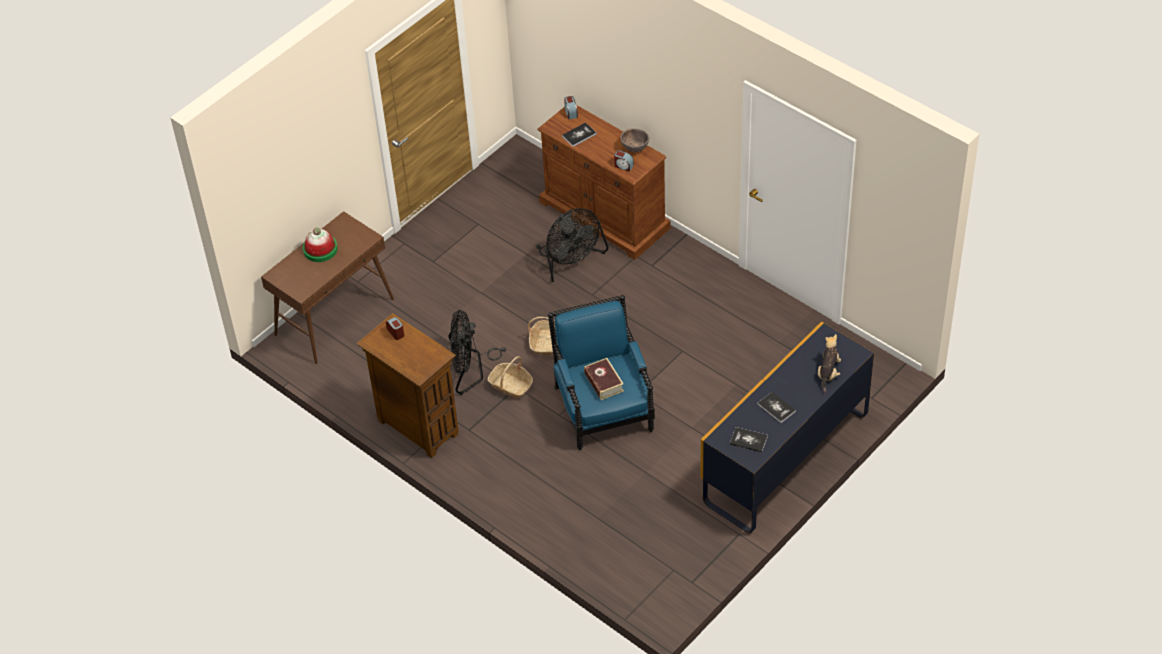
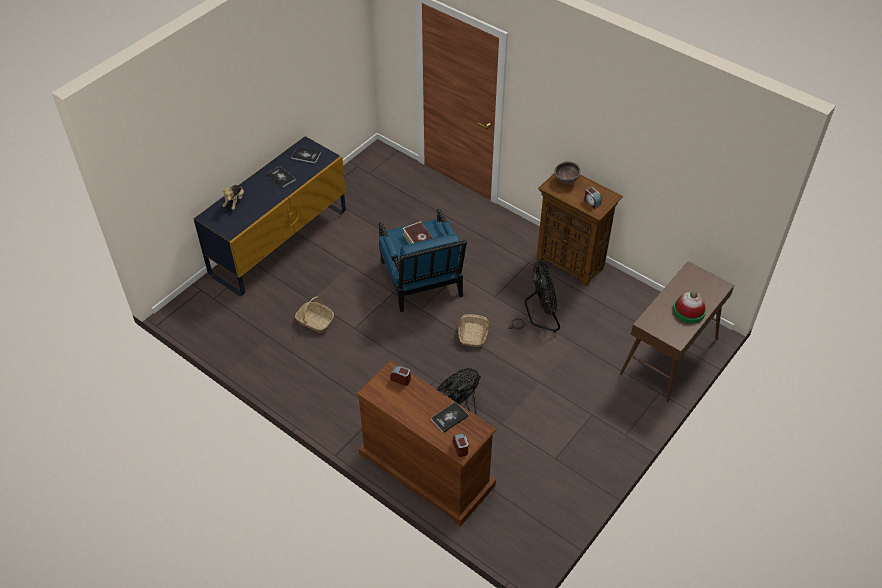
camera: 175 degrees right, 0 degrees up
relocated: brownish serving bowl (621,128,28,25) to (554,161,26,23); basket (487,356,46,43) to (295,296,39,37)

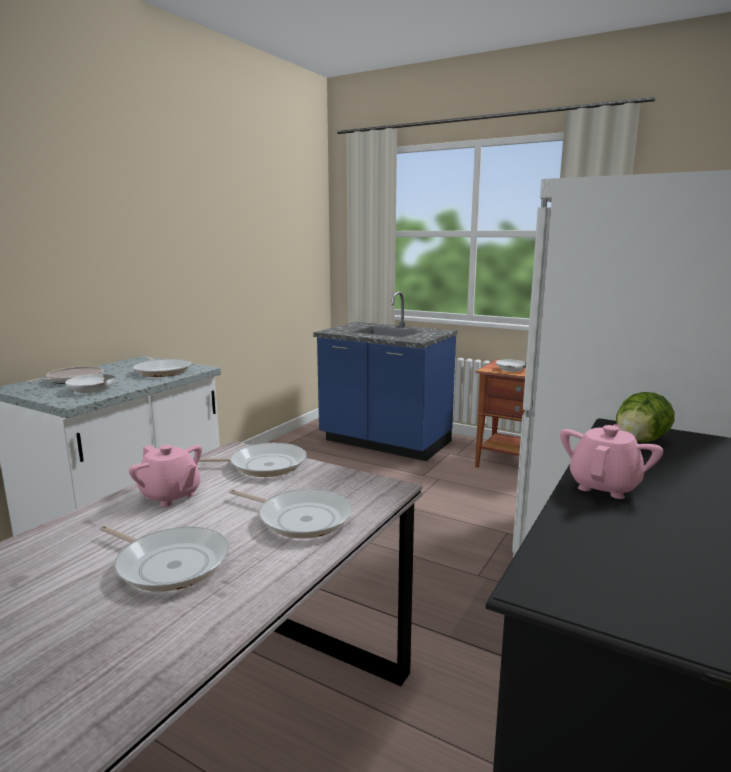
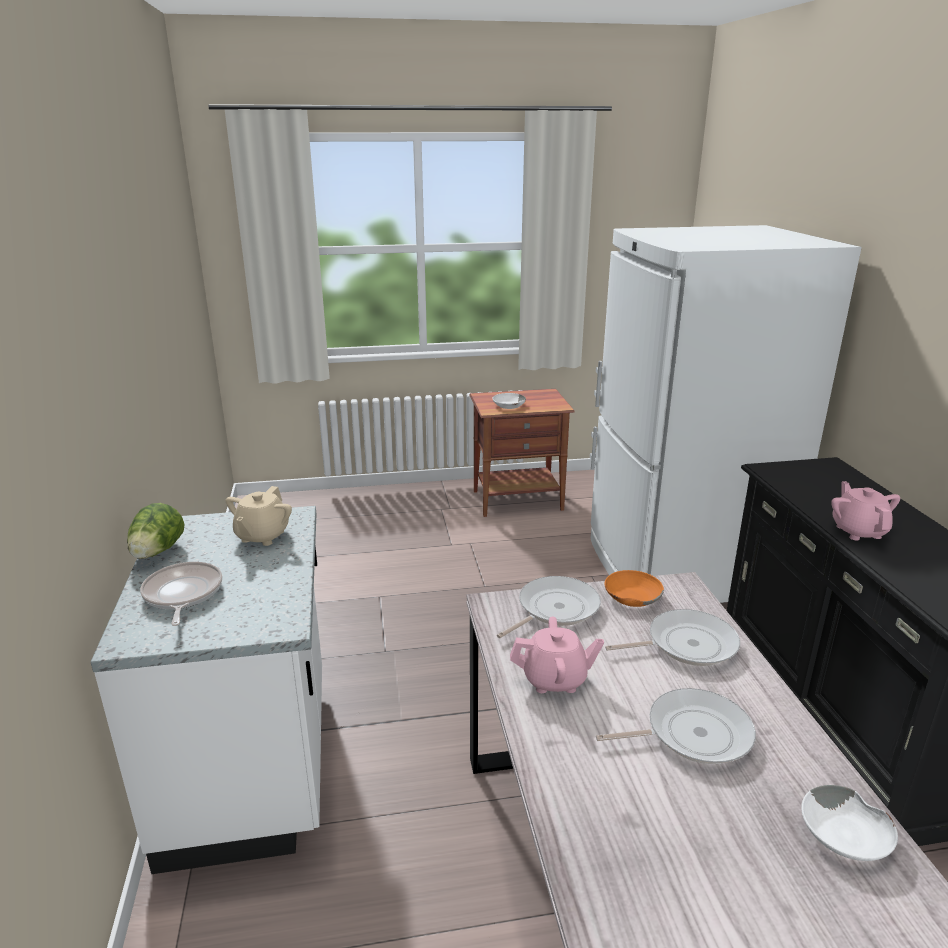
camera: 40 degrees left, 10 degrees up
missing: blue-coloured kitchen counter (313,291,145,170)
appeared: orange-coloured serving bowl (604,570,60,37)
relocated: white serving bowl (65,374,51,19) to (801,785,97,76); lettuce head (616,392,59,50) to (127,503,58,56)
exchanged: pan (133,356,58,21) to sand-coloured tea pot (226,486,66,60)

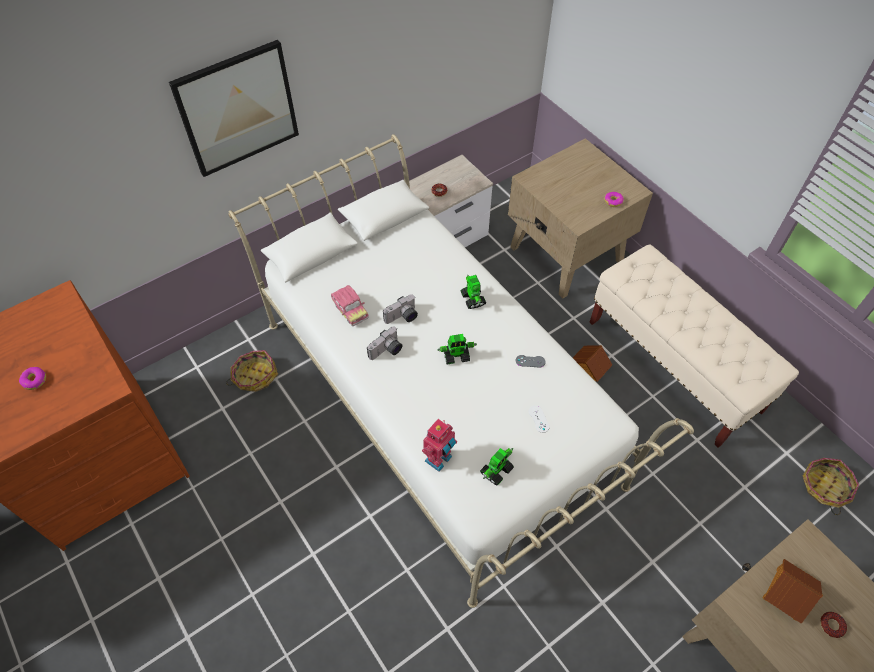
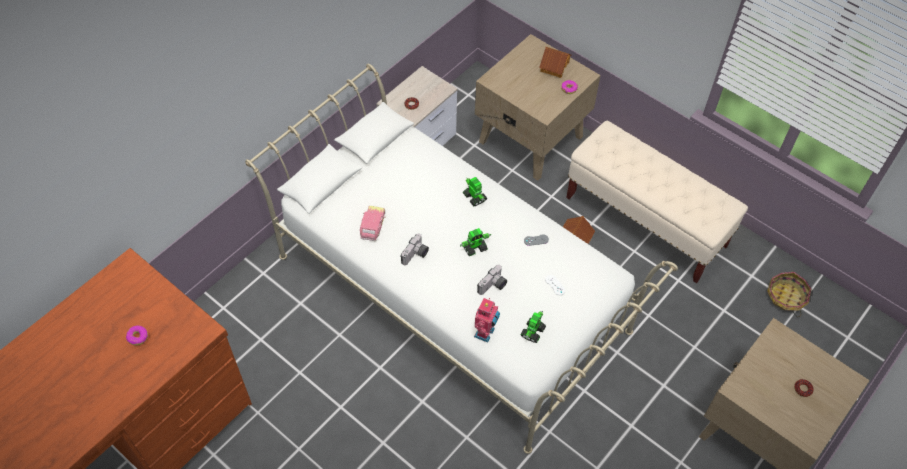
camera: 15 degrees left, 0 degrees up
missing: wall picture (169,40,130,137); basket (226,350,52,42)
relocated: photo camera (383,294,35,30) to (477,265,30,30); toy house (763,559,60,65) to (539,47,32,31)
spun: model car (331,285,38,41) = (360,206,26,35) 120 degrees counterclockwise

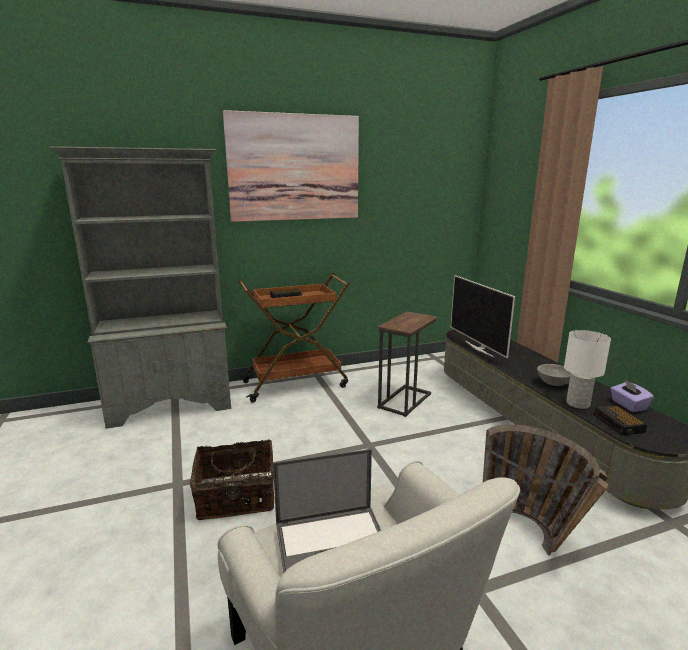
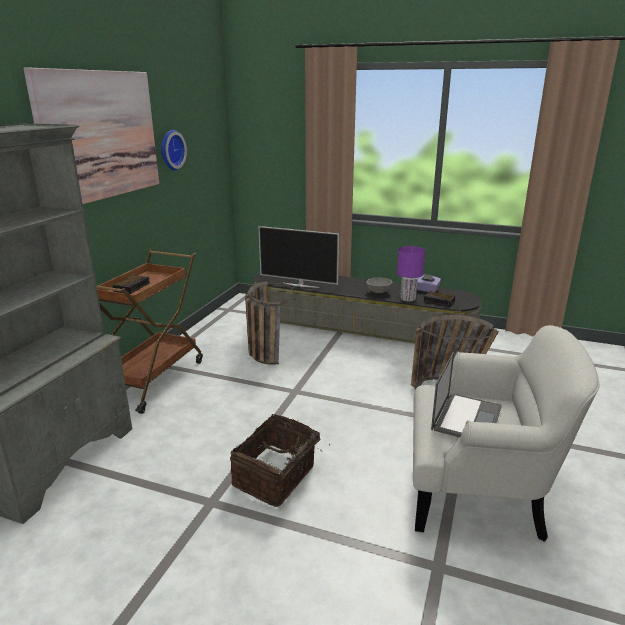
camera: 50 degrees left, 5 degrees up
appeared: clock on the wall (161,130,26,40)
exchanged: brownish side table (377,312,60,105) to basket (245,281,50,84)
colour: white lamp for a table (564,330,47,79) to purple-coloured lamp for a table (397,246,28,56)

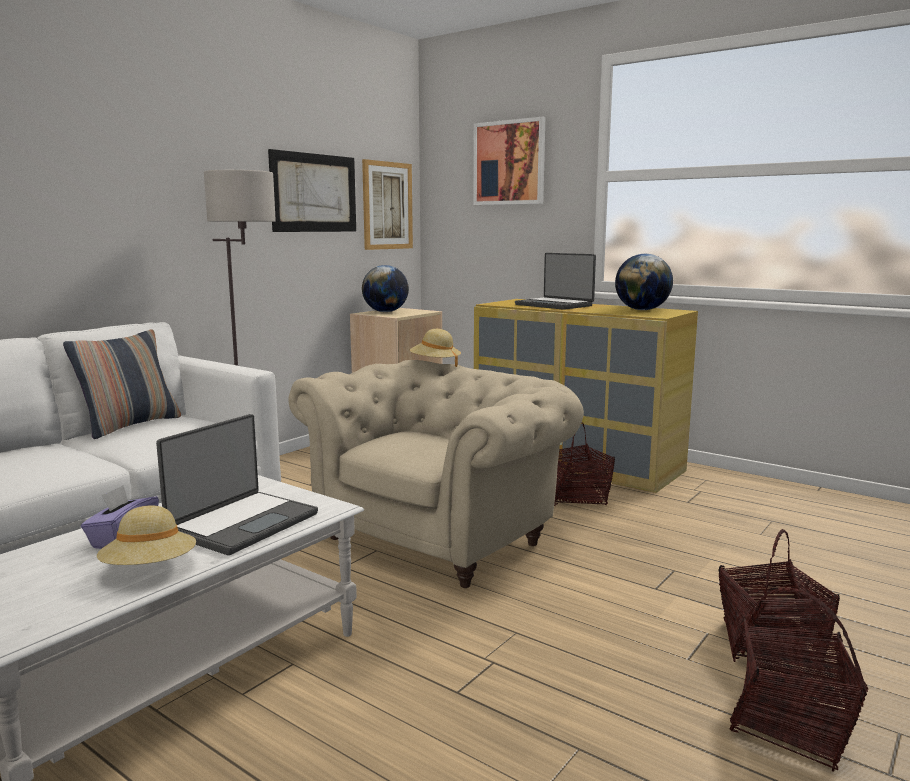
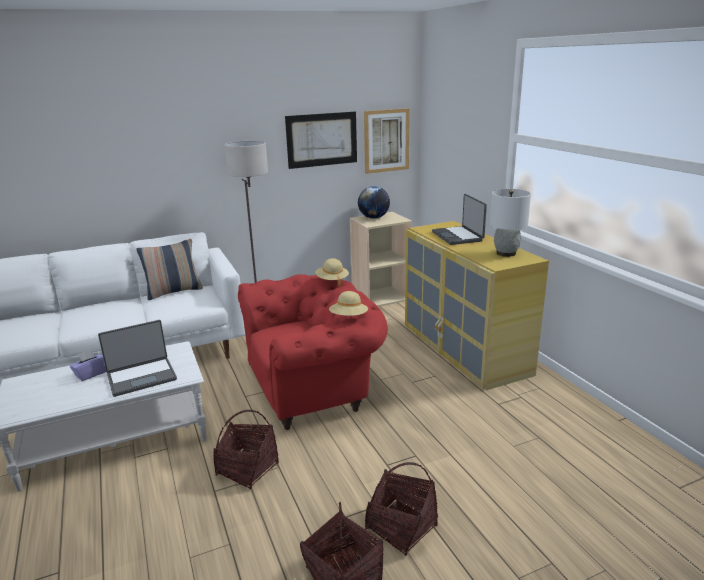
camera: 30 degrees right, 10 degrees up
missing: wall picture (473,117,72,88)
relocated: basket (554,422,61,85) to (213,410,66,79); sand-coloured clothing hat (97,505,99,60) to (329,291,39,25)
exchanged: globe (615,254,58,56) to white lamp for a table (490,189,41,68)
colour: sand-coloured easy chair (288,360,296,228) to red-coloured easy chair (238,274,150,156)

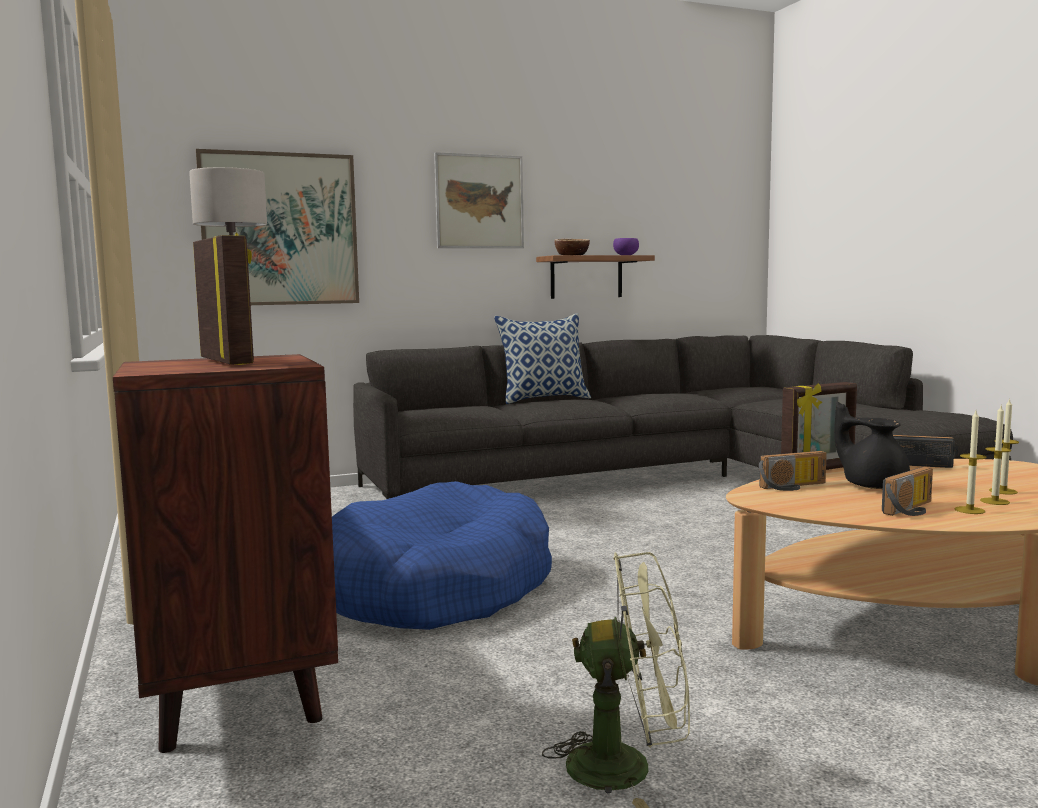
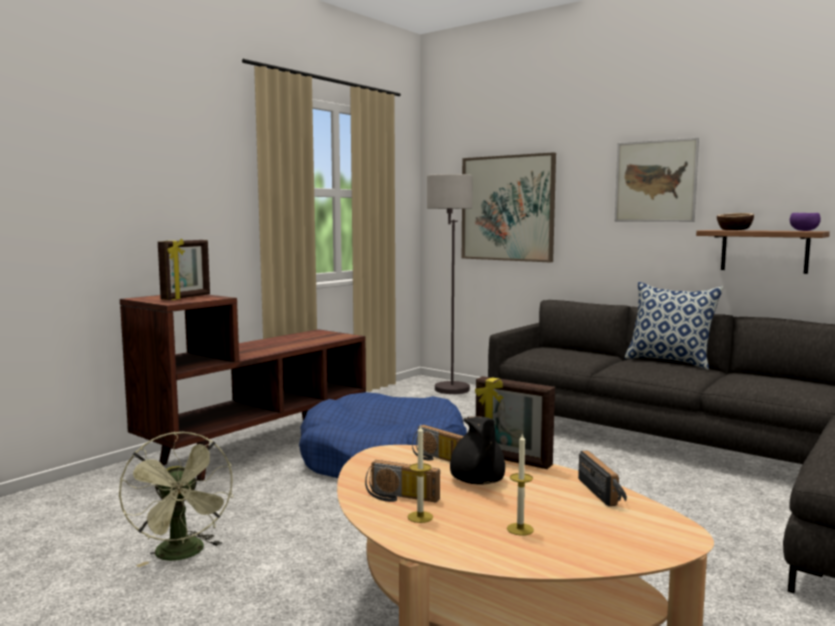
camera: 60 degrees right, 0 degrees up
missing: candle (980,406,31,99)
spun: black tea pot (834,402,76,87) = (450,416,55,69) 150 degrees clockwise

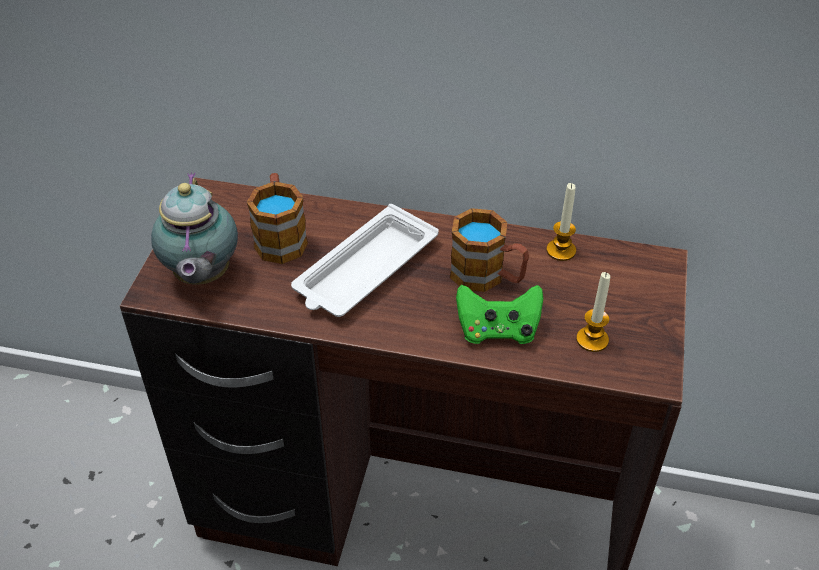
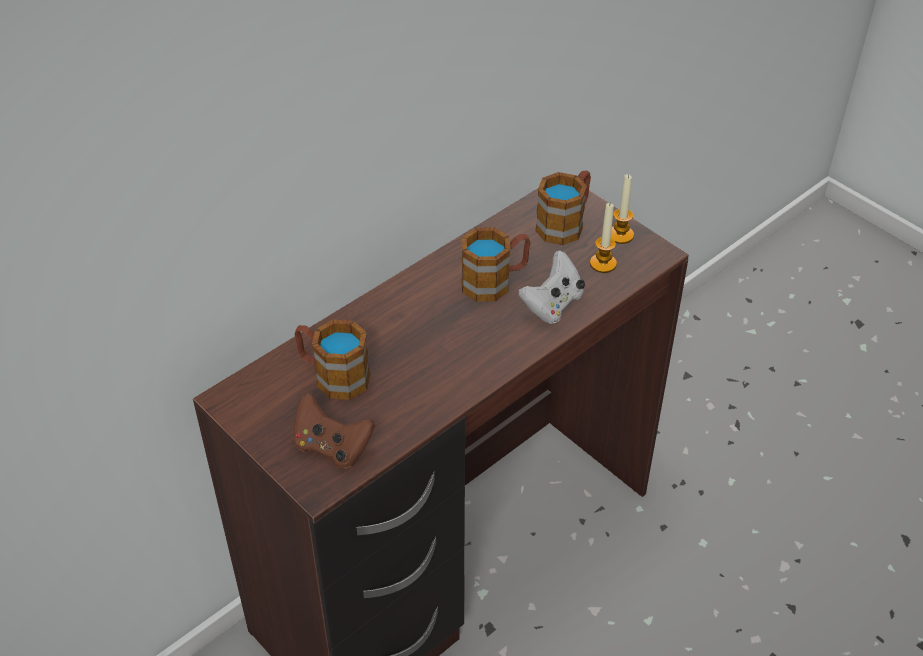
camera: 55 degrees left, 0 degrees up
missing: white tray (291,204,148,113)
appeared: tea mug (535,170,56,75)
relocated: candle (547,183,29,78) to (611,174,23,70)
exchanged: tea pot (151,172,87,113) to brownish gamepad (294,393,81,76)
colour: green-coloured gamepad (456,285,87,59) to white gamepad (518,250,67,74)

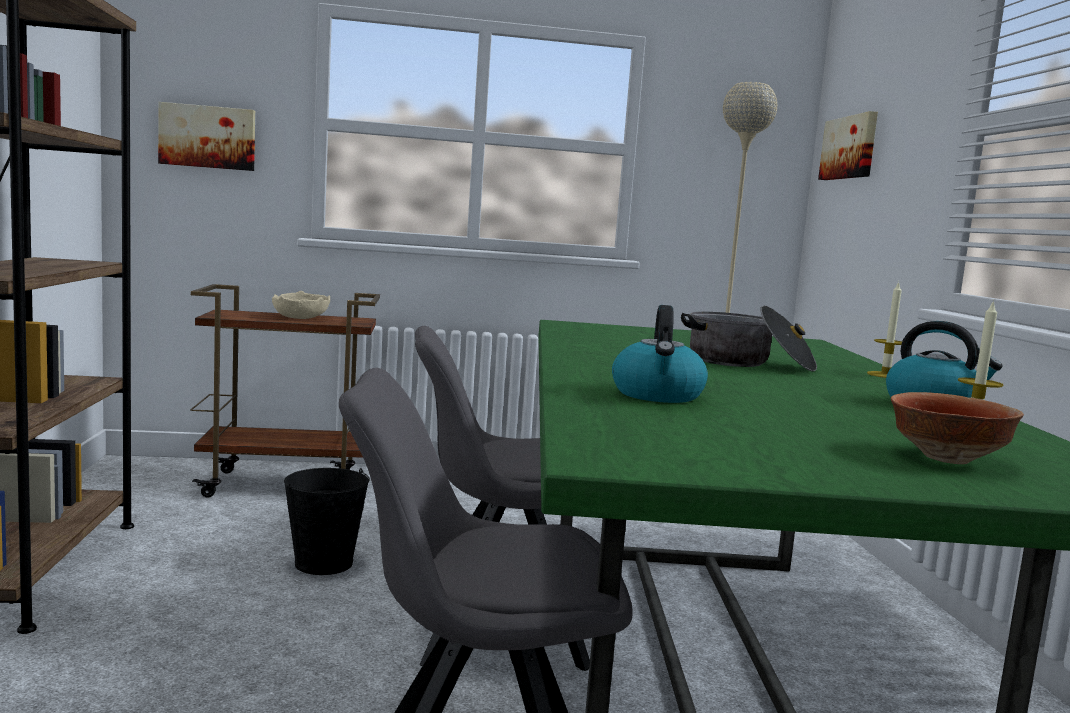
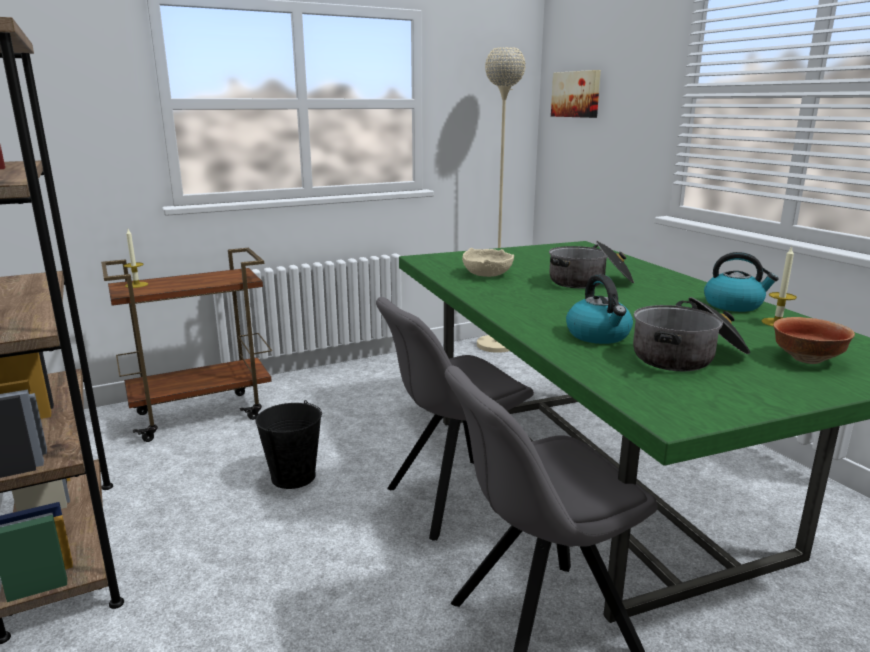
camera: 20 degrees left, 10 degrees up
missing: wall picture (158,102,97,69)
appeared: saucepot (633,297,117,74)
relocated: candle (867,281,35,97) to (124,229,24,59); sand-coloured serving bowl (272,291,58,28) to (462,248,52,29)

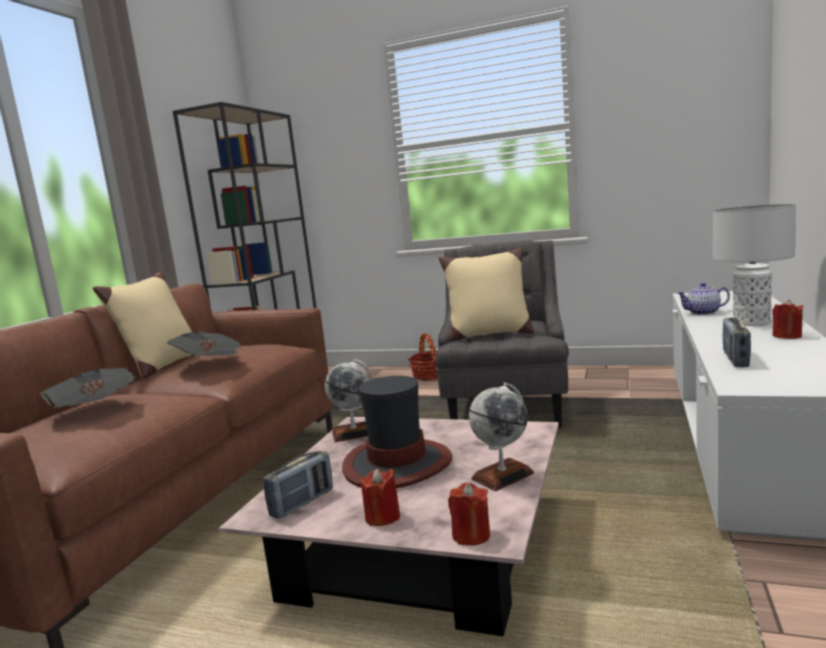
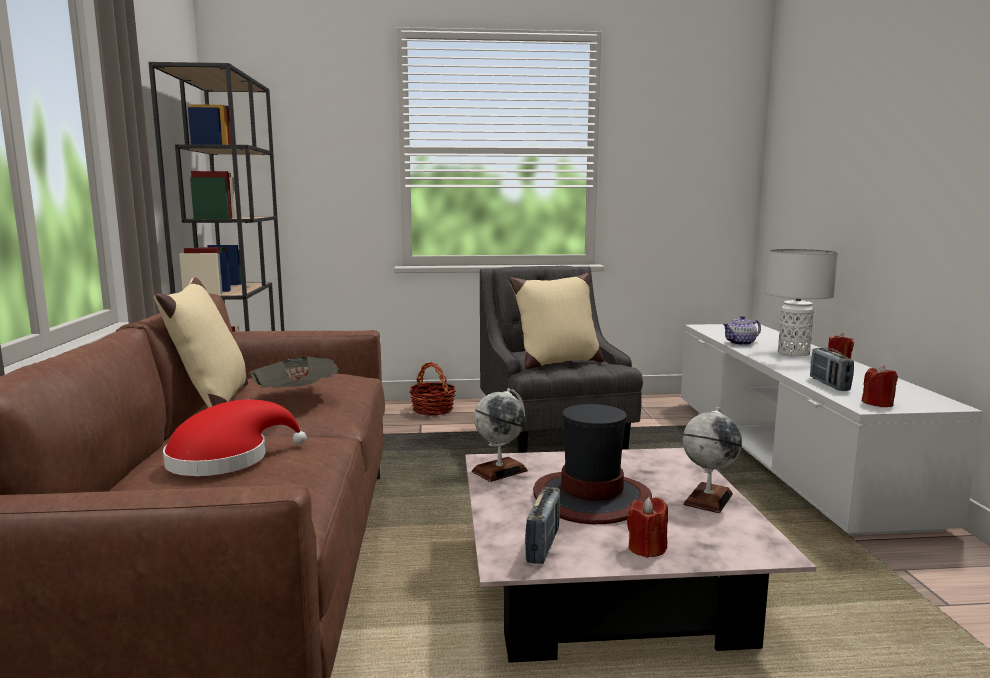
camera: 25 degrees left, 0 degrees up
relocated: red-coloured candle (448,483,42,63) to (862,365,36,42)
exchanged: newspaper (39,368,97,40) to red-coloured clothing hat (163,400,144,76)

